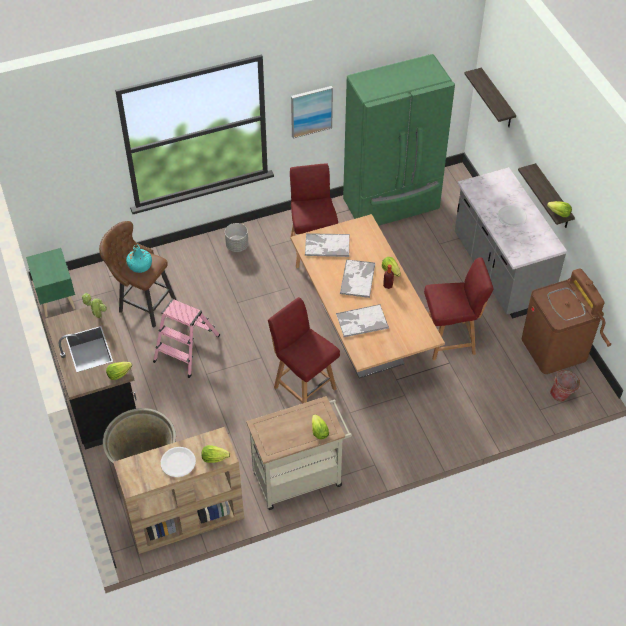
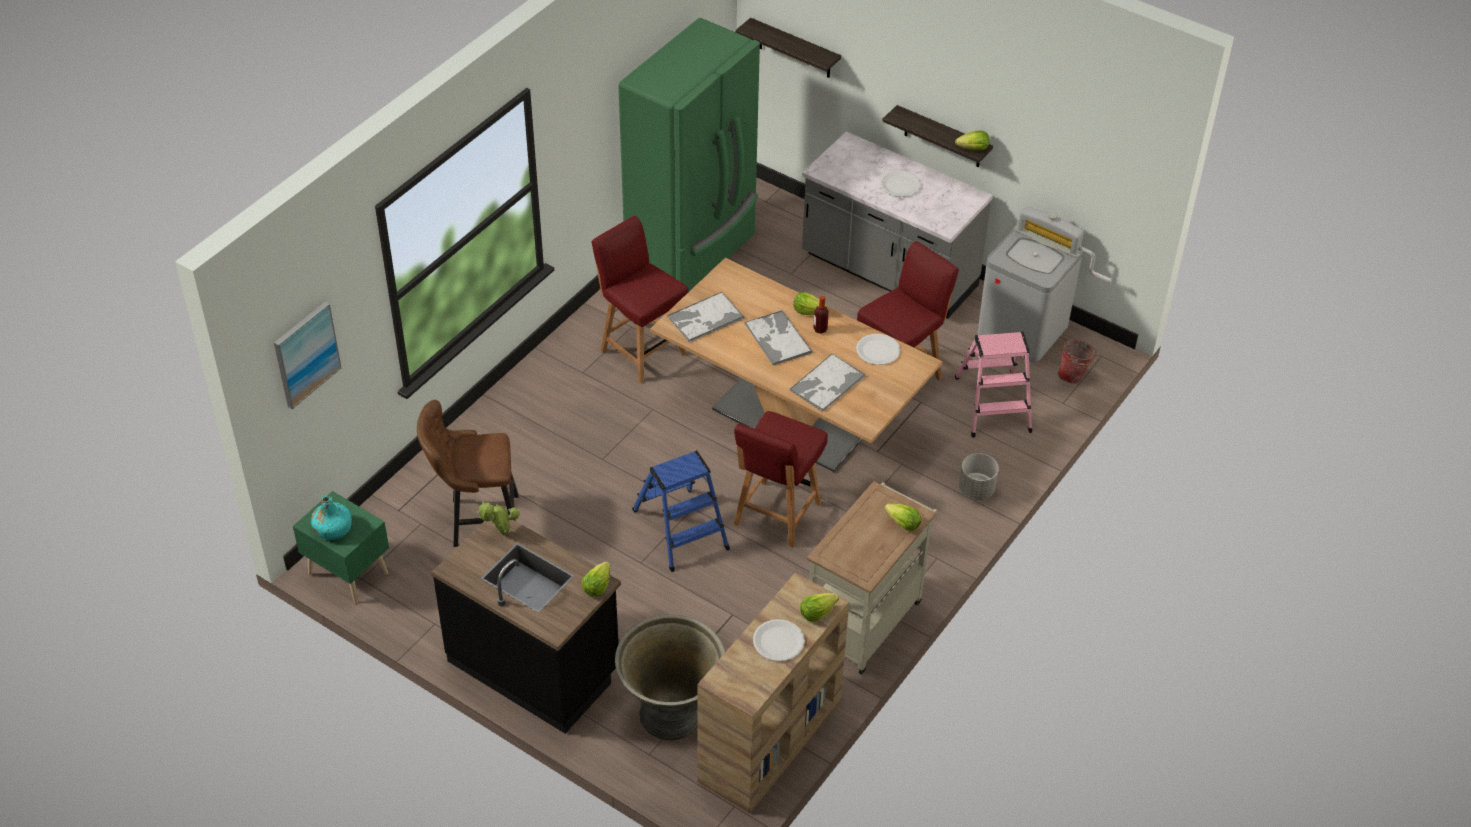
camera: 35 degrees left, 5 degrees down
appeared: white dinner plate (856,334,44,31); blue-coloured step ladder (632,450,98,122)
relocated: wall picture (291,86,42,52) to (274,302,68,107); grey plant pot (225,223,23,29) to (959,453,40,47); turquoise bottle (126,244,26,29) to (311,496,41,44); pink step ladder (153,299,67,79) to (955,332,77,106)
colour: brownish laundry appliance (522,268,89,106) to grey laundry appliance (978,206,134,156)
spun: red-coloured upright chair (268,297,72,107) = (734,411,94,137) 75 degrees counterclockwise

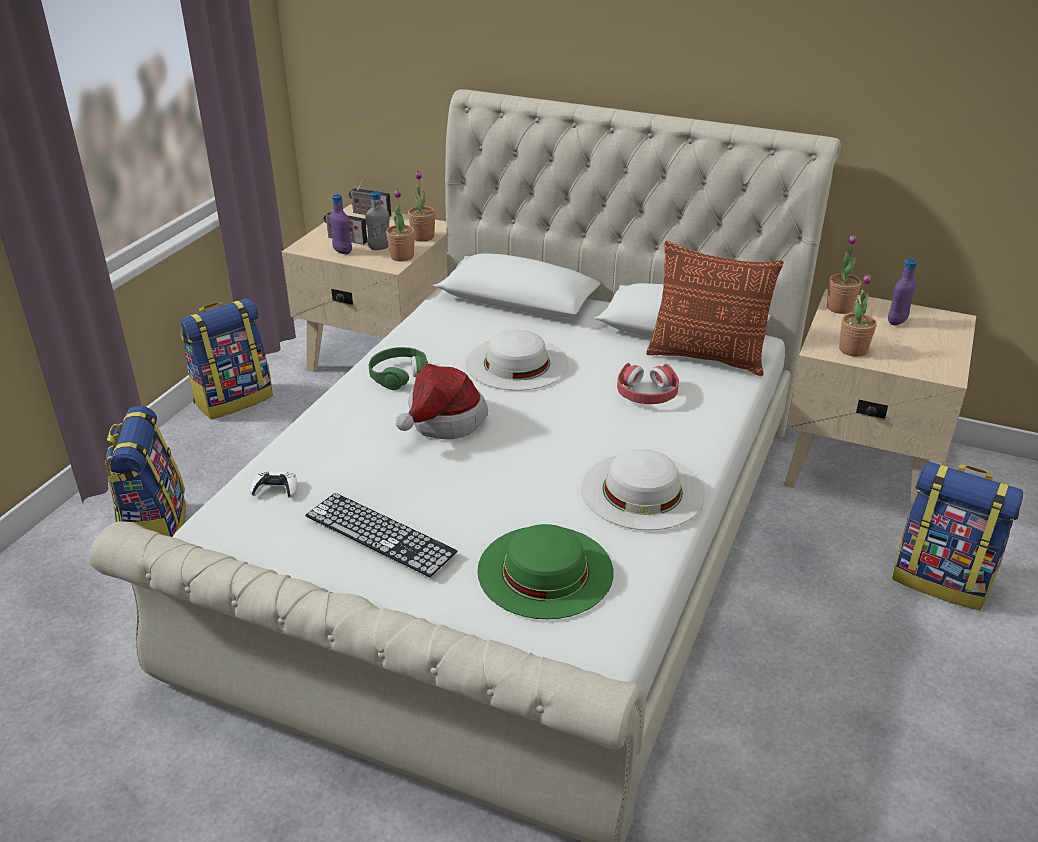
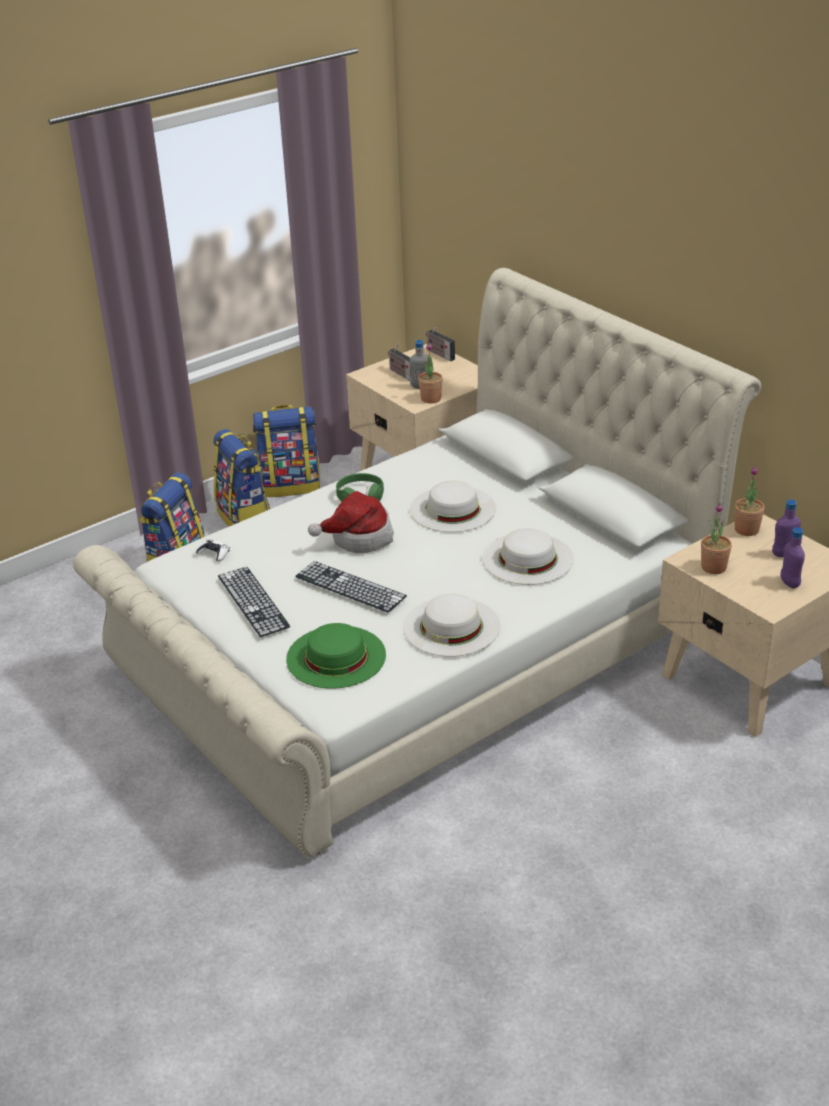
camera: 30 degrees right, 0 degrees up
missing: potted plant (408,170,28,72); brownish throw pillow (646,241,137,135)
appeared: computer keyboard (295,561,112,52)
relocated: purple-coloured bottle (330,194,22,60) to (781,527,24,61); rucksack (892,461,131,149) to (214,429,56,97)
exchanged: red-coloured headphones (617,363,62,41) to white clothing hat (482,528,92,57)

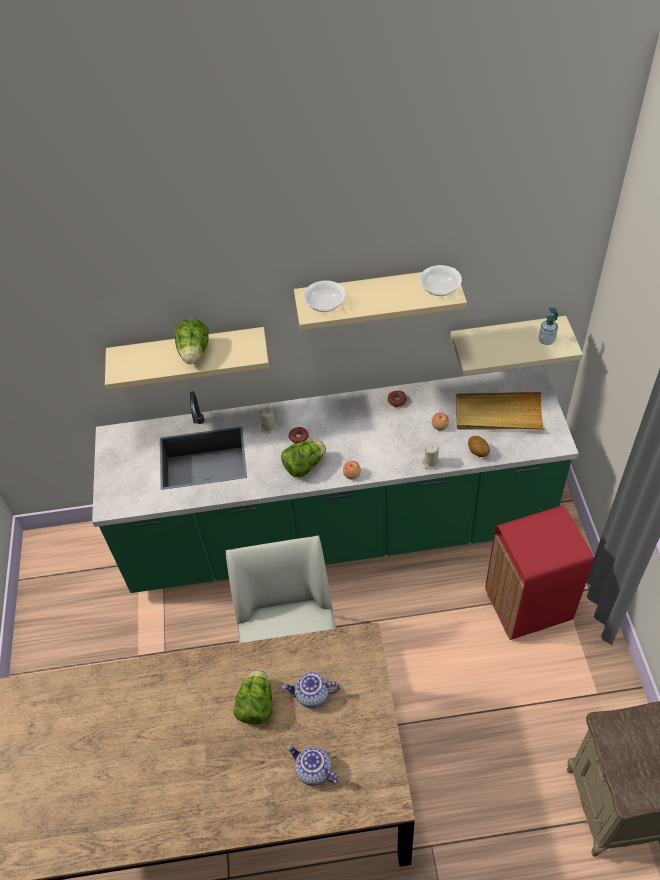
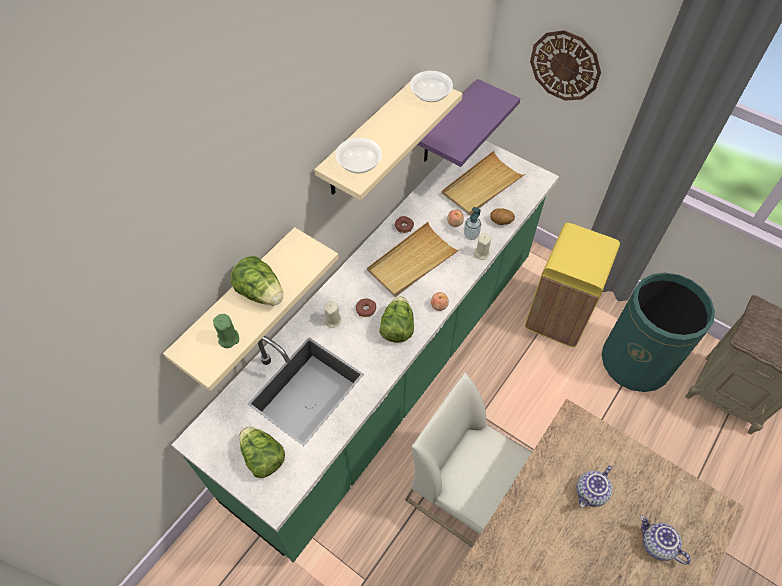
camera: 50 degrees left, 5 degrees up
appeared: clock on the wall (530,30,71,71); sand-coloured tray (367,222,93,75); green-coloured rubbish bin (602,273,113,119); green-coloured candle (213,314,26,34)
relocated: soap bottle (539,308,19,37) to (464,207,17,33); lettuce head (233,670,39,54) to (239,427,46,51)
colour: sand-coloured wall shelf (451,316,132,60) to purple-coloured wall shelf (417,79,103,88); red-coloured rubbish bin (485,505,109,135) to yellowish rubbish bin (525,223,95,124)
spun: tea pot (287,745,52,41) = (641,516,50,49) 60 degrees clockwise

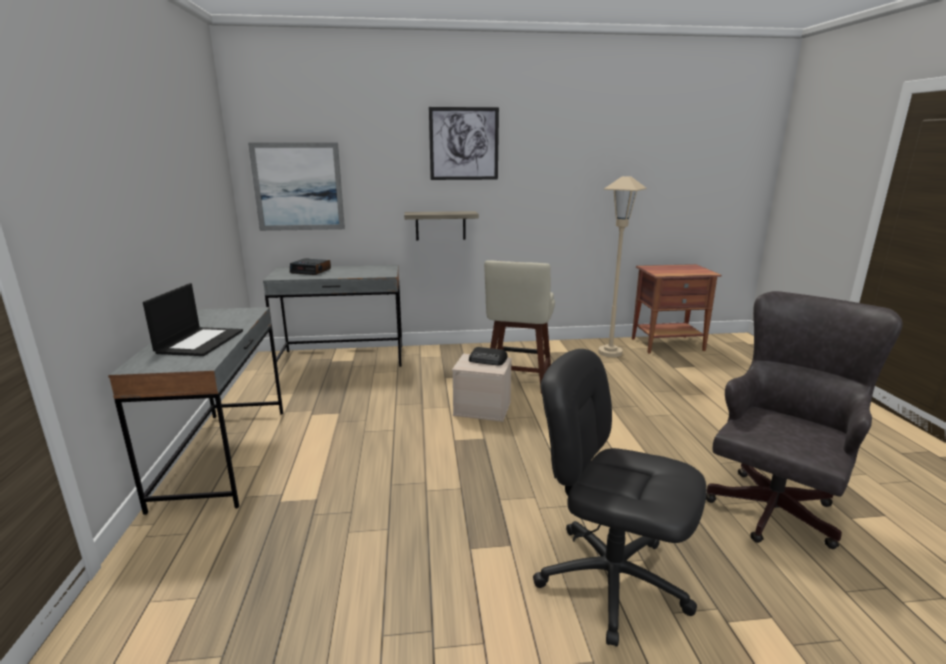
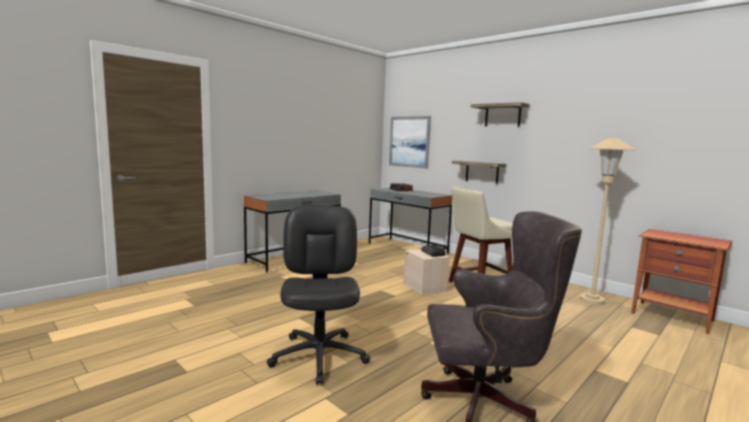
camera: 50 degrees right, 10 degrees down
missing: notebook computer (143,283,100,73)
exchanged: wall picture (429,107,70,73) to wall shelf (471,102,59,25)

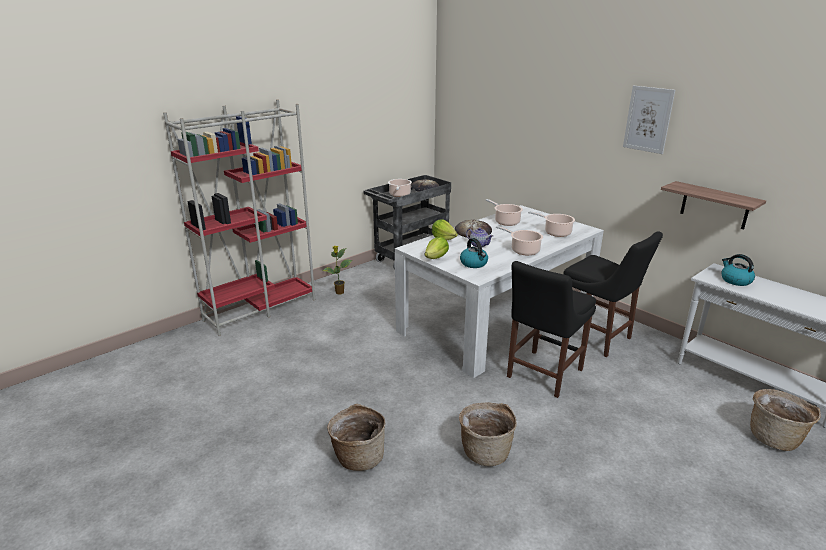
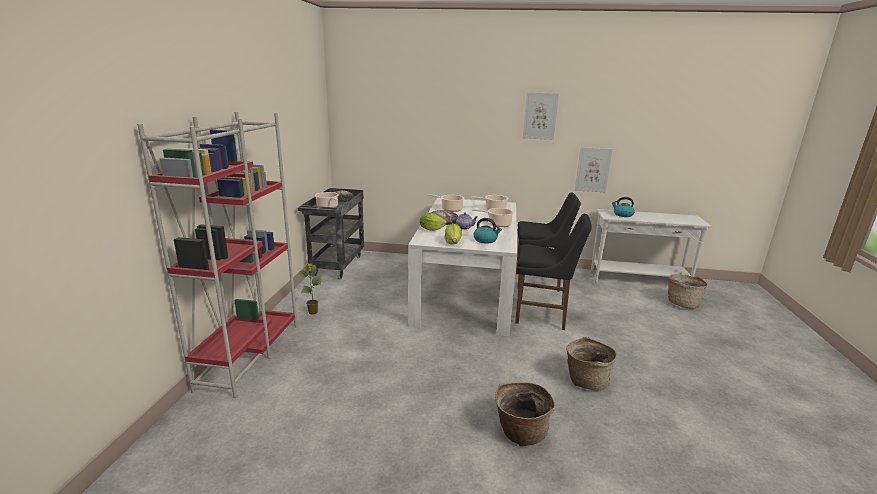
camera: 40 degrees left, 5 degrees down
exchanged: wall shelf (661,181,105,48) to wall picture (575,147,38,45)
spun: black upright chair (507,261,89,137) = (515,214,77,116) 75 degrees counterclockwise

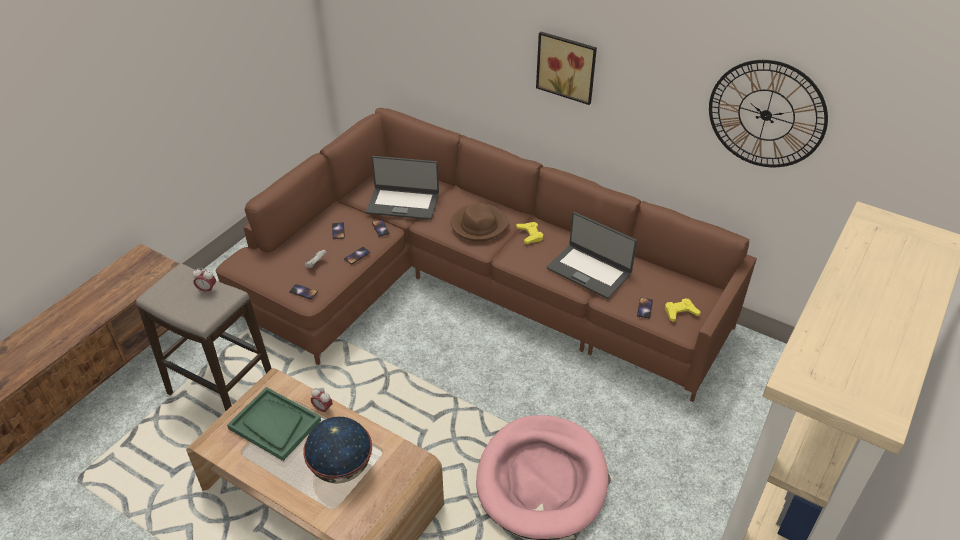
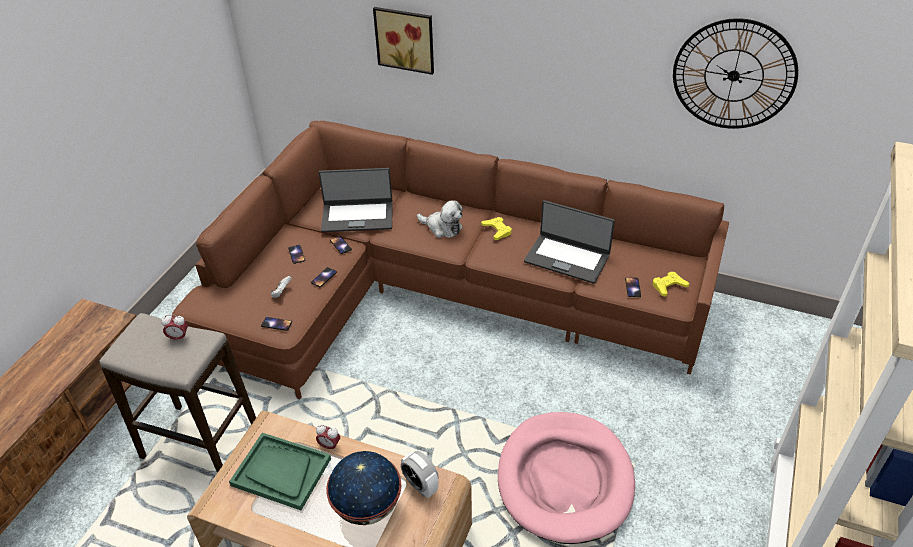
camera: 10 degrees left, 0 degrees up
appeared: table clock (401,451,38,47)
relocated: wall picture (536,32,61,73) to (373,7,61,68)
exchanged: brownish clothing hat (451,203,58,38) to soft toy (417,200,46,38)

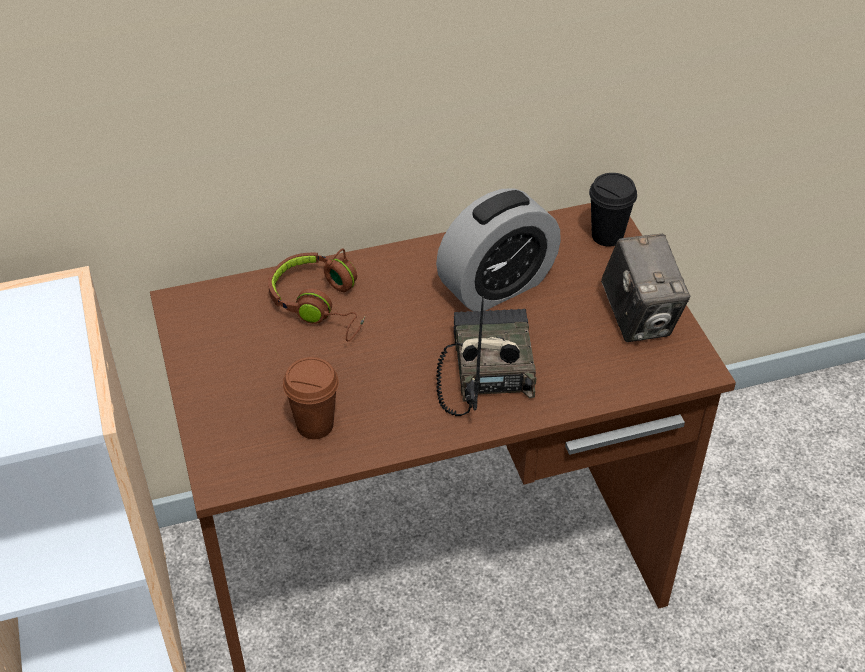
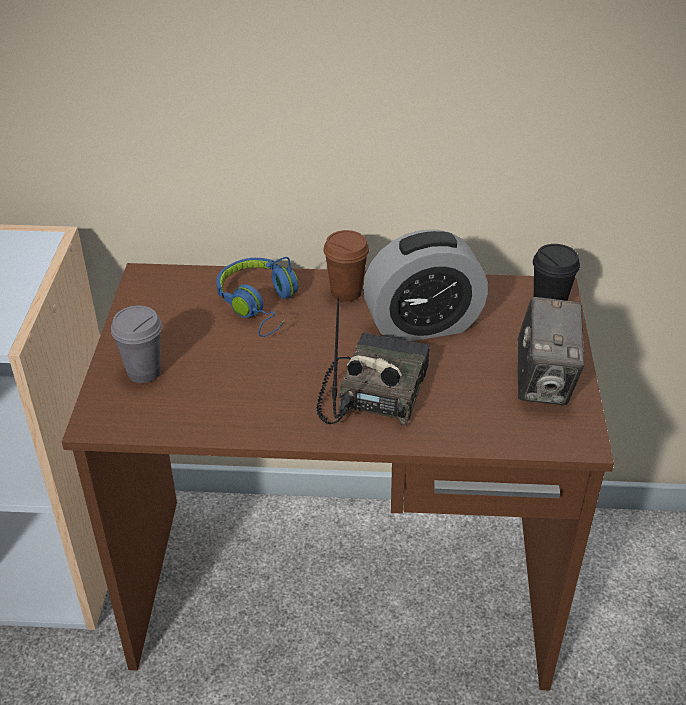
camera: 20 degrees right, 5 degrees down
appeared: grey drinking cup (111,306,51,77)
relocated: brownish drinking cup (283,357,56,82) to (323,230,46,72)
colour: brownish headphones (268,248,97,93) to blue-coloured headphones (216,257,83,80)

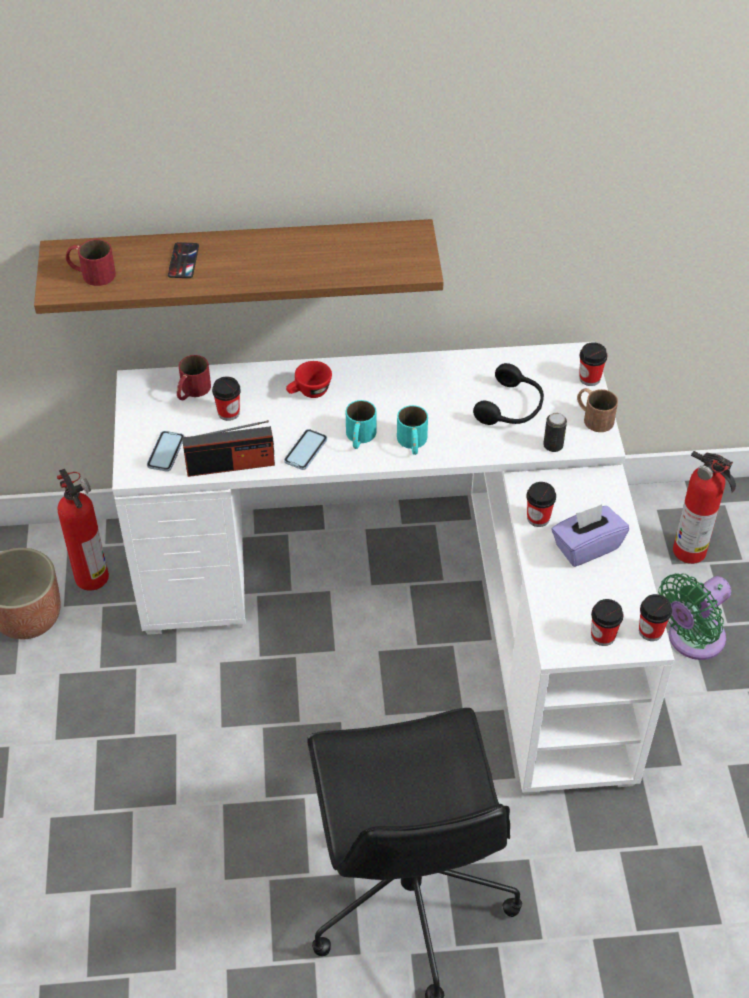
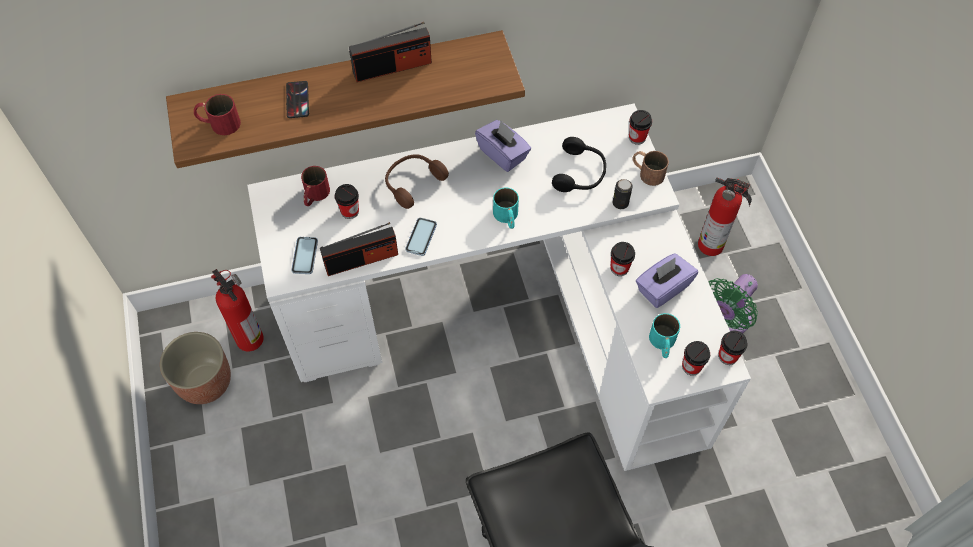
camera: 10 degrees left, 10 degrees up
appeared: radio receiver (349,22,83,60); purple-coloured tissue box (475,120,56,52)
relocated: turquoise tea mug (346,400,30,49) to (649,313,31,45)
exchanged: red-coloured drinking cup (286,361,46,37) to brownish headphones (385,154,64,55)

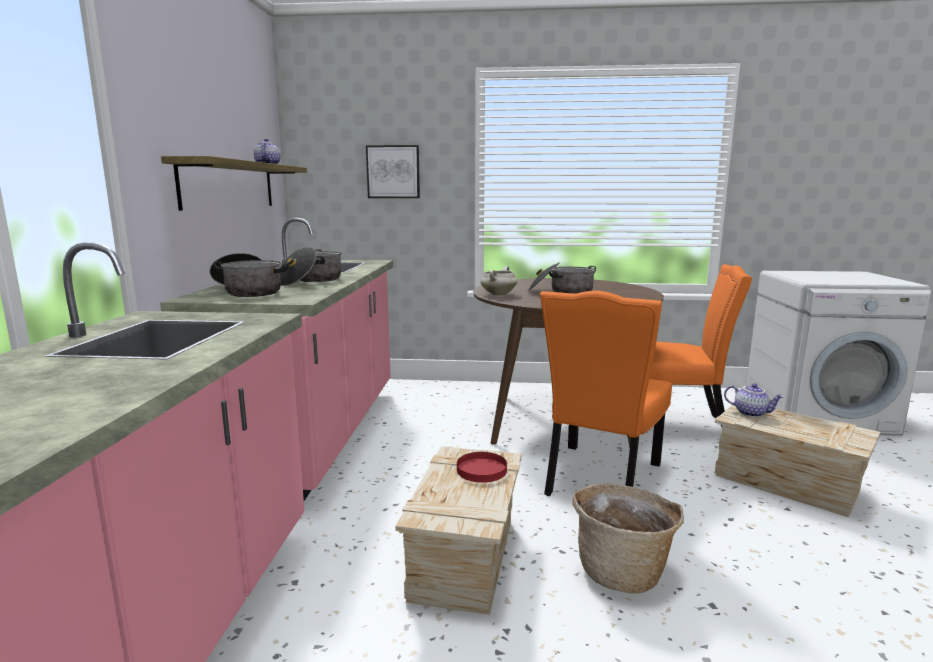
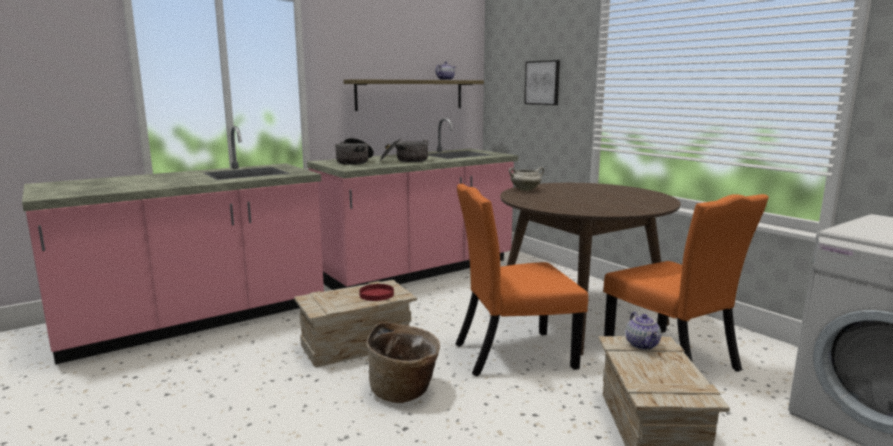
camera: 50 degrees right, 0 degrees up
missing: saucepot (528,262,68,32)

